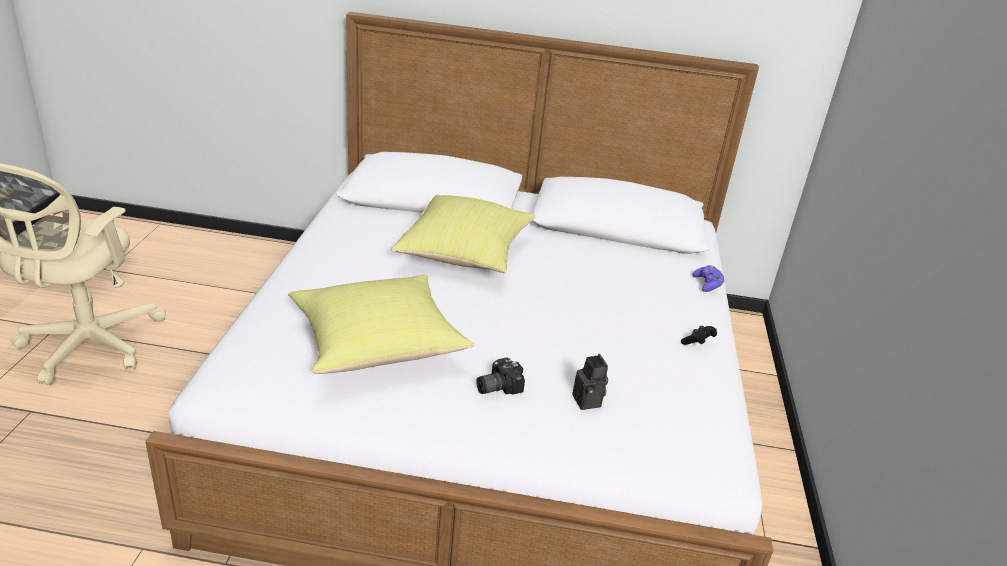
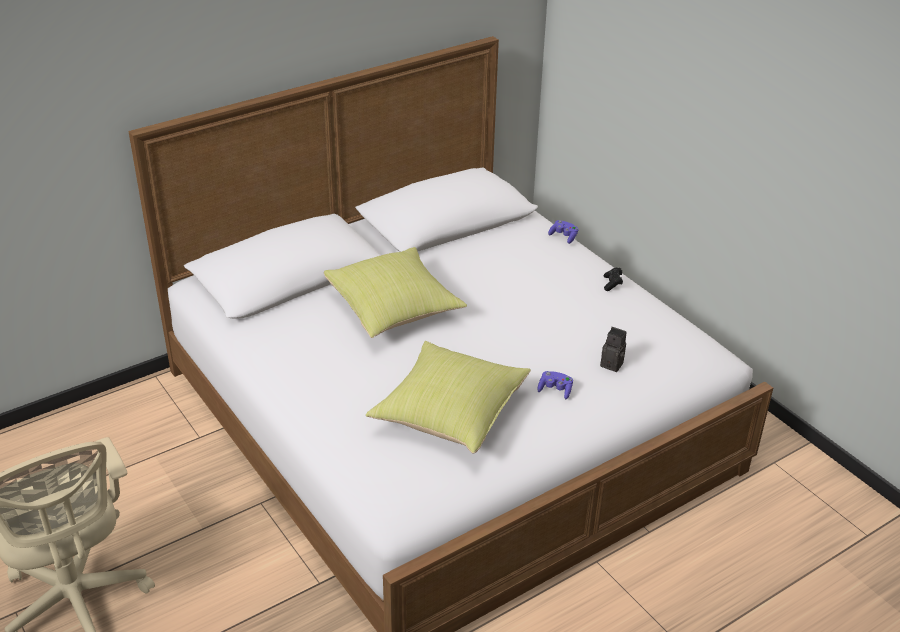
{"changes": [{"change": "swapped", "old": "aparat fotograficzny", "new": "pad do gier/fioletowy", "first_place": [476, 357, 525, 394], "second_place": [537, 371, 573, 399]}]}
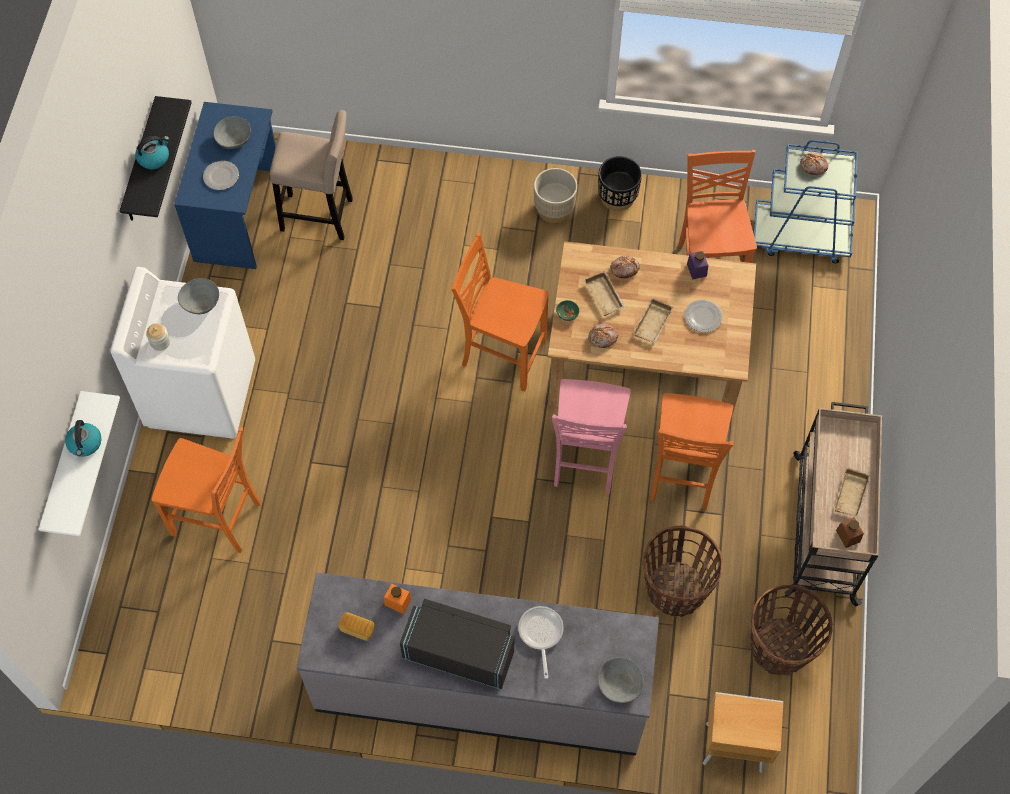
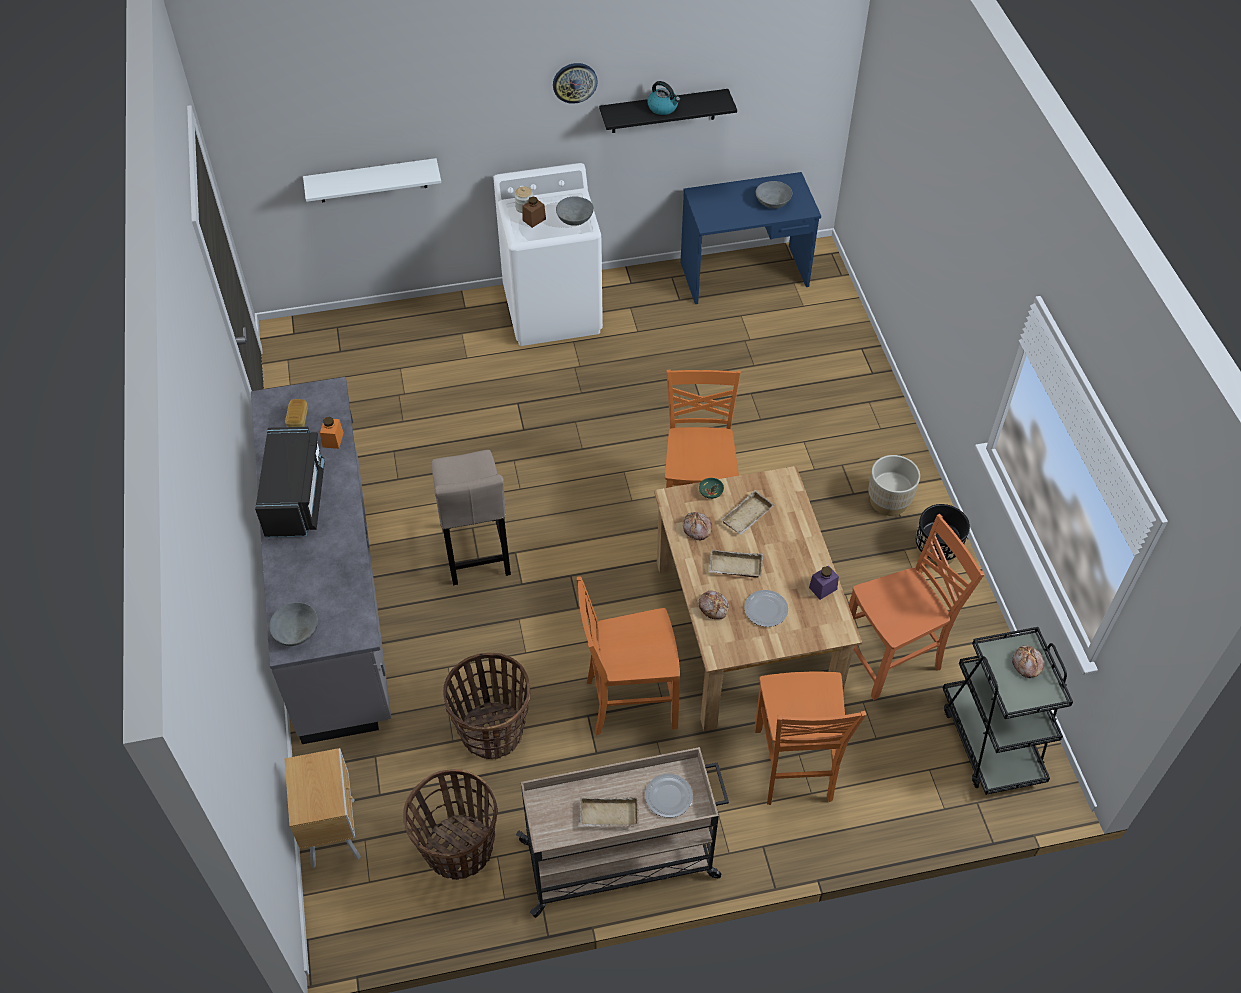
{"changes": [{"change": "shifted", "old": "stołek/beżowy", "first_place": [270, 110, 353, 240], "second_place": [432, 450, 511, 585]}, {"change": "repainted", "old": "wózek/niebieski", "new": "wózek/czarny", "first_place": [754, 140, 858, 263], "second_place": [943, 627, 1073, 795]}, {"change": "shifted", "old": "talerz", "first_place": [203, 161, 239, 190], "second_place": [645, 774, 693, 818]}, {"change": "shifted", "old": "chleb", "first_place": [610, 256, 640, 278], "second_place": [699, 591, 729, 619]}, {"change": "gone", "old": "krzesło/różowy", "first_place": [552, 379, 631, 494]}, {"change": "gone", "old": "czajnik", "first_place": [65, 420, 101, 457]}, {"change": "shifted", "old": "krzesło/pomarańczowy", "first_place": [152, 427, 261, 553], "second_place": [755, 672, 866, 805]}, {"change": "shifted", "old": "słoik/brązowy", "first_place": [836, 517, 864, 548], "second_place": [522, 197, 546, 228]}, {"change": "gone", "old": "patelnia", "first_place": [518, 606, 563, 679]}, {"change": "new", "new": "zegar ścienny", "second_place": [553, 63, 598, 104]}]}
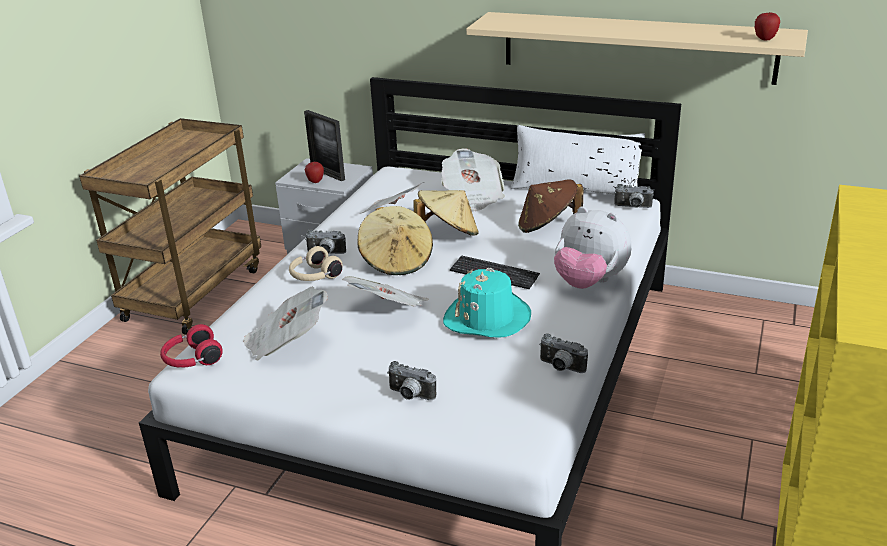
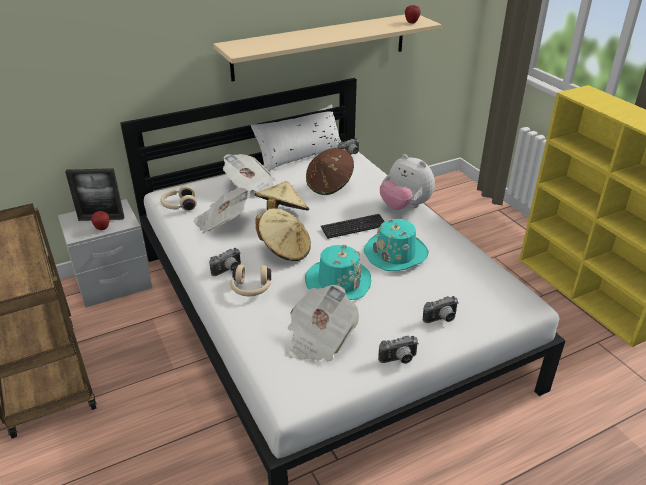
{"changes": [{"change": "rotated", "old": "pluszak", "first_place": [554, 206, 631, 289], "second_place": [380, 154, 435, 210], "degrees": 60}, {"change": "swapped", "old": "gazeta", "new": "kapelusz/turkusowy", "first_place": [342, 276, 429, 307], "second_place": [305, 244, 371, 300]}, {"change": "gone", "old": "słuchawki/czerwony", "first_place": [160, 324, 223, 368]}, {"change": "shifted", "old": "aparat fotograficzny", "first_place": [539, 333, 588, 373], "second_place": [378, 336, 419, 364]}, {"change": "new", "new": "słuchawki/beżowy", "second_place": [160, 185, 197, 211]}]}
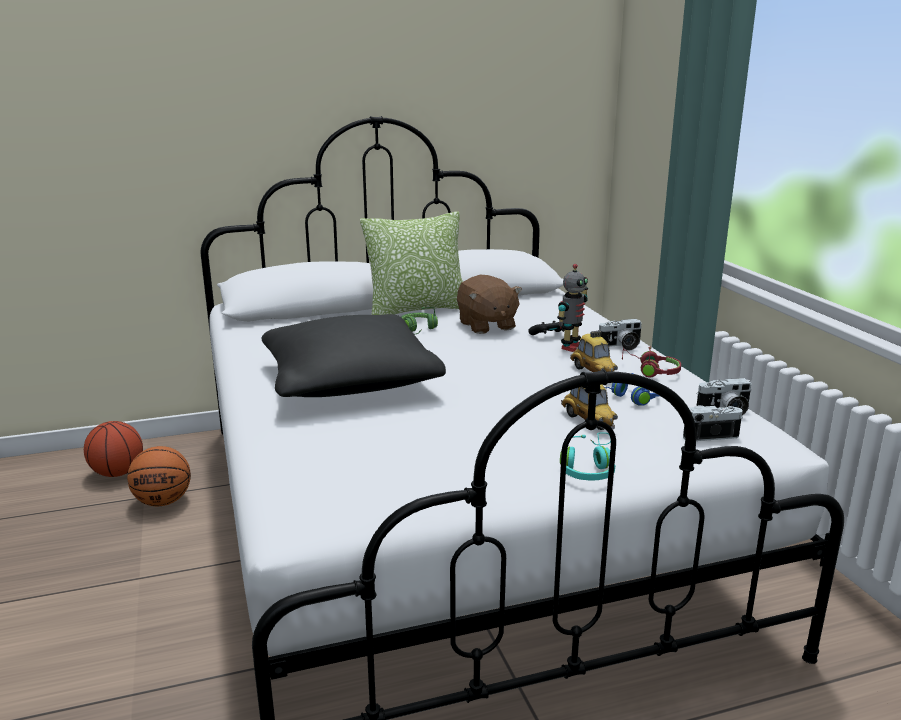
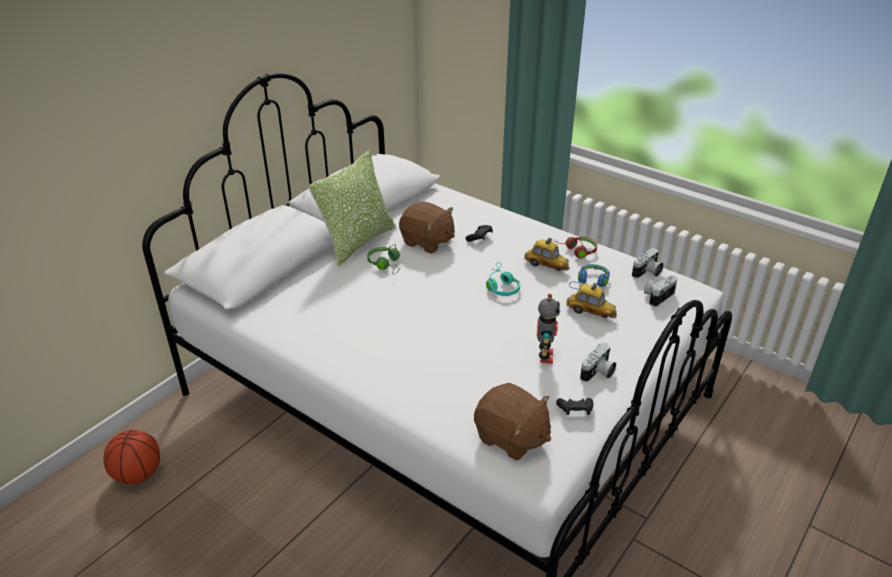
{"changes": [{"change": "shifted", "old": "robot zabawkowy", "first_place": [557, 264, 588, 352], "second_place": [537, 294, 560, 364]}, {"change": "gone", "old": "poduszka/czarny", "first_place": [261, 314, 446, 397]}, {"change": "shifted", "old": "aparat fotograficzny", "first_place": [599, 319, 642, 350], "second_place": [580, 343, 616, 382]}, {"change": "shifted", "old": "słuchawki/turkusowy", "first_place": [560, 433, 615, 480], "second_place": [486, 262, 520, 296]}, {"change": "gone", "old": "piłka do koszykówki", "first_place": [127, 446, 191, 506]}, {"change": "new", "new": "pluszak/brązowy", "second_place": [474, 383, 551, 460]}, {"change": "new", "new": "pad do gier/czarny", "second_place": [556, 398, 594, 415]}]}
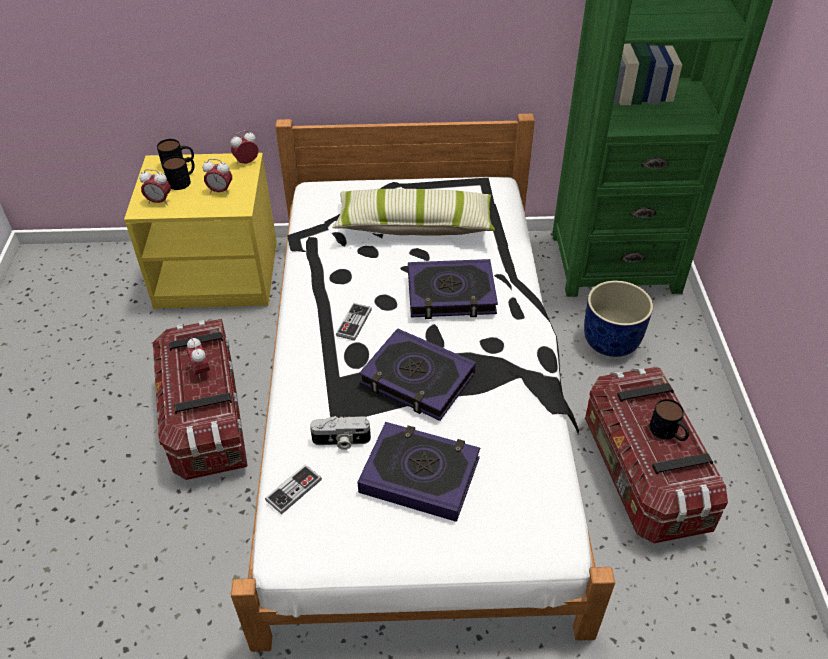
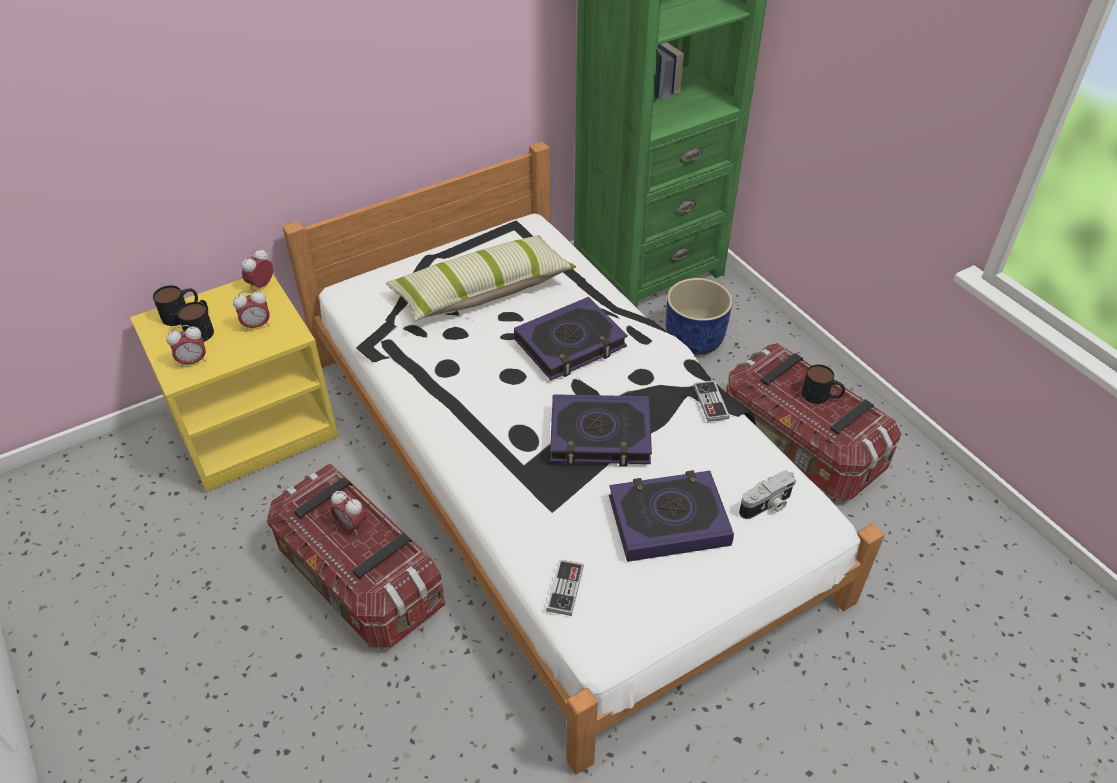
{"changes": [{"change": "shifted", "old": "pad do gier", "first_place": [336, 303, 372, 341], "second_place": [694, 380, 729, 422]}, {"change": "shifted", "old": "aparat fotograficzny", "first_place": [310, 416, 371, 450], "second_place": [739, 471, 796, 519]}]}
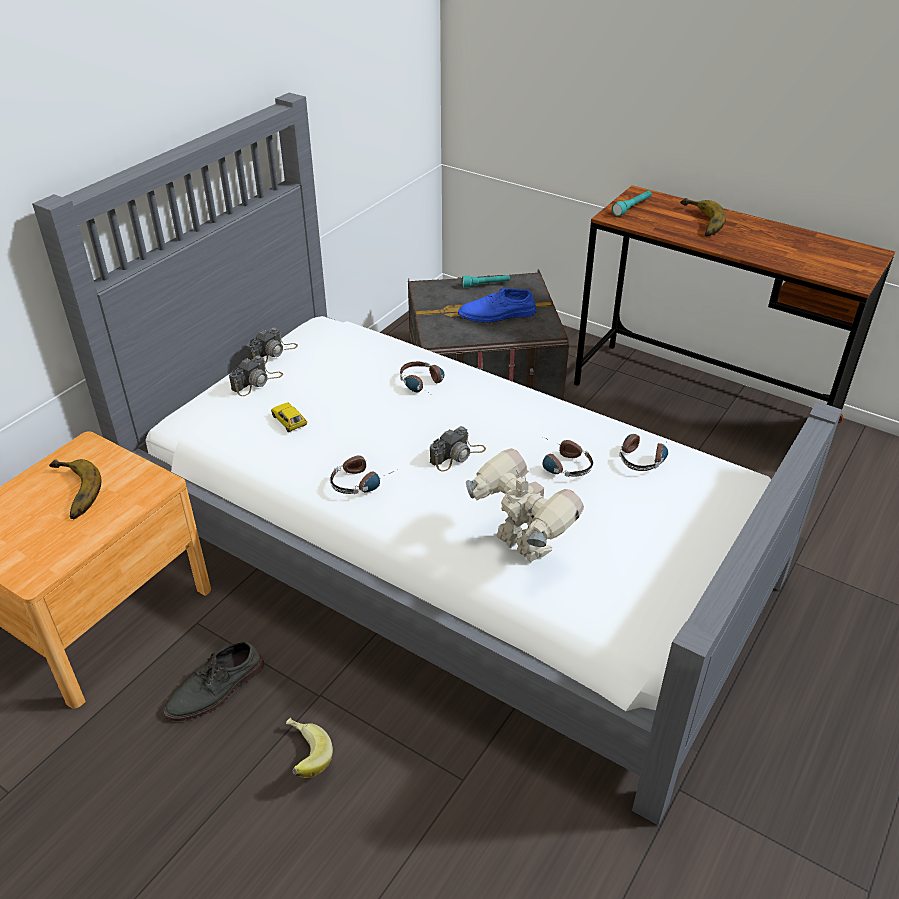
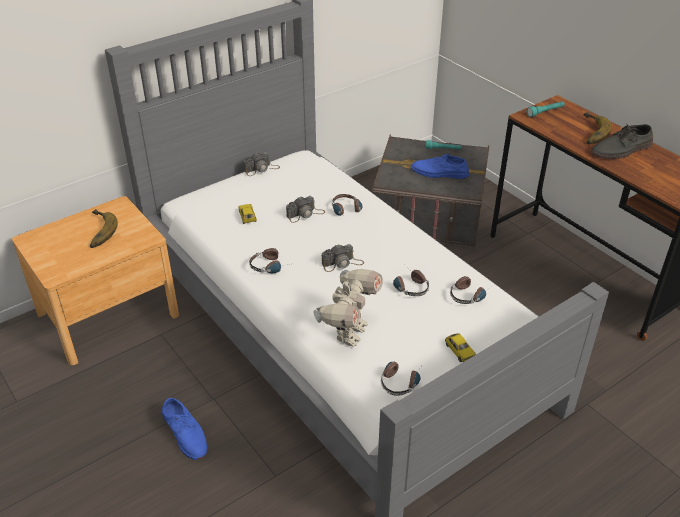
{"changes": [{"change": "shifted", "old": "aparat fotograficzny", "first_place": [229, 355, 283, 396], "second_place": [286, 196, 325, 223]}, {"change": "rotated", "old": "robot zabawkowy", "first_place": [466, 448, 584, 562], "second_place": [313, 269, 383, 347], "degrees": 45}, {"change": "shifted", "old": "but/szary", "first_place": [164, 642, 264, 721], "second_place": [591, 124, 653, 159]}, {"change": "swapped", "old": "banan", "new": "but/niebieski", "first_place": [286, 718, 333, 778], "second_place": [161, 398, 207, 460]}, {"change": "new", "new": "samochodzik", "second_place": [445, 333, 476, 362]}, {"change": "new", "new": "słuchawki", "second_place": [381, 362, 421, 396]}]}
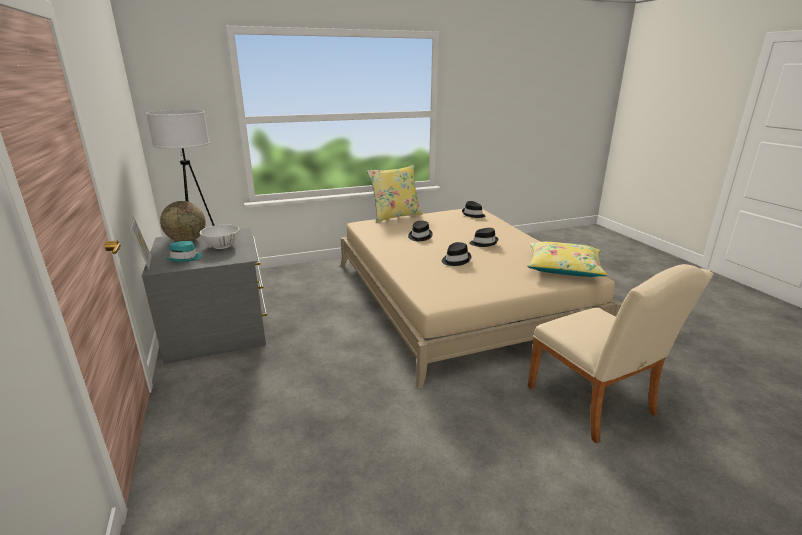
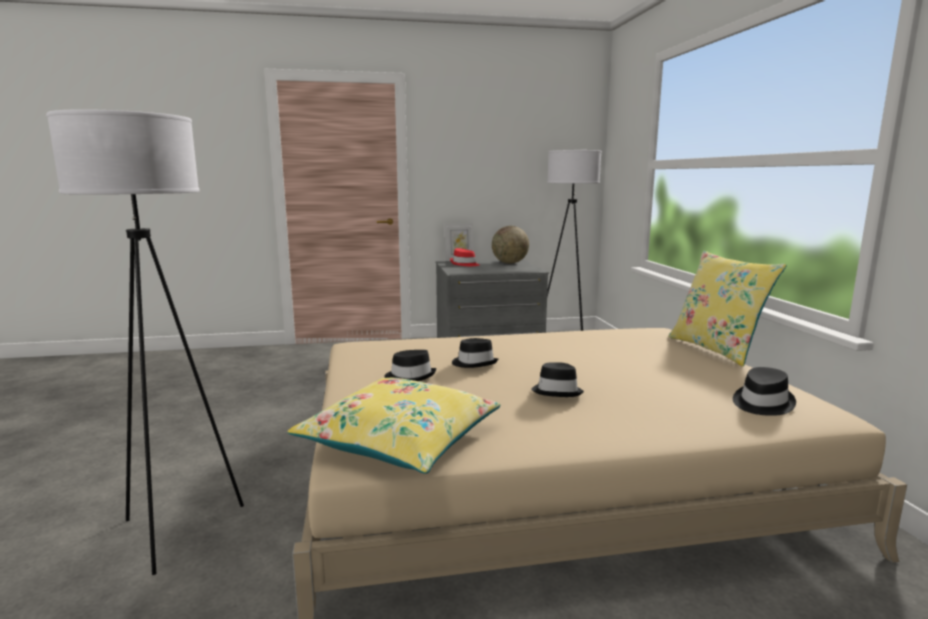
{"changes": [{"change": "shifted", "old": "kapelusz/czarny", "first_place": [408, 221, 433, 241], "second_place": [384, 350, 436, 381]}, {"change": "gone", "old": "miska/biały", "first_place": [200, 225, 239, 249]}, {"change": "repainted", "old": "kapelusz/turkusowy", "new": "kapelusz/czerwony", "first_place": [166, 241, 202, 262], "second_place": [450, 248, 479, 266]}, {"change": "swapped", "old": "krzesło/beżowy", "new": "lampa stojąca/biały", "first_place": [528, 264, 713, 444], "second_place": [46, 110, 244, 575]}]}
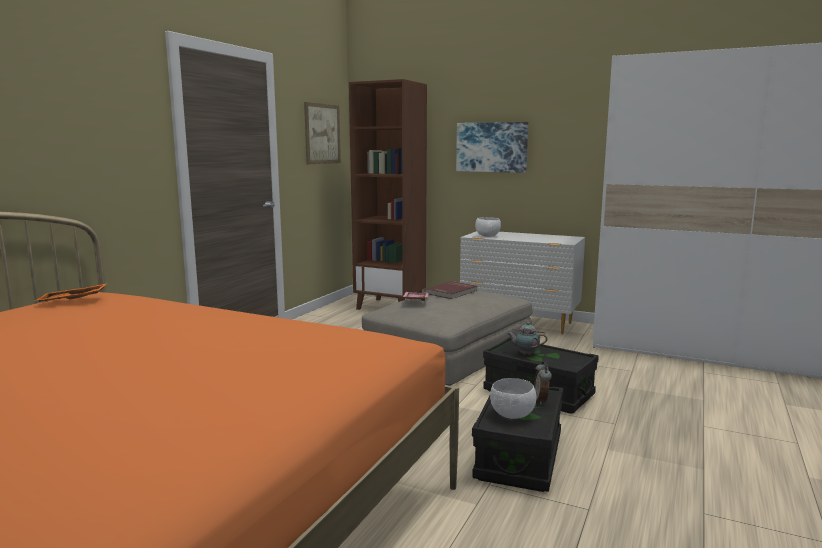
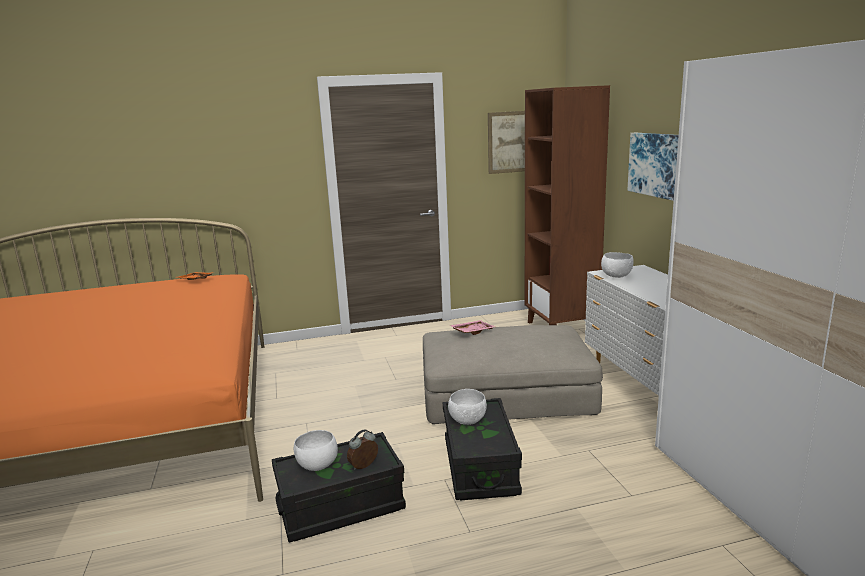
{"changes": [{"change": "gone", "old": "książka/czerwony", "first_place": [425, 281, 477, 299]}, {"change": "swapped", "old": "imbryk", "new": "miska/biały", "first_place": [507, 322, 547, 355], "second_place": [448, 389, 487, 425]}]}
